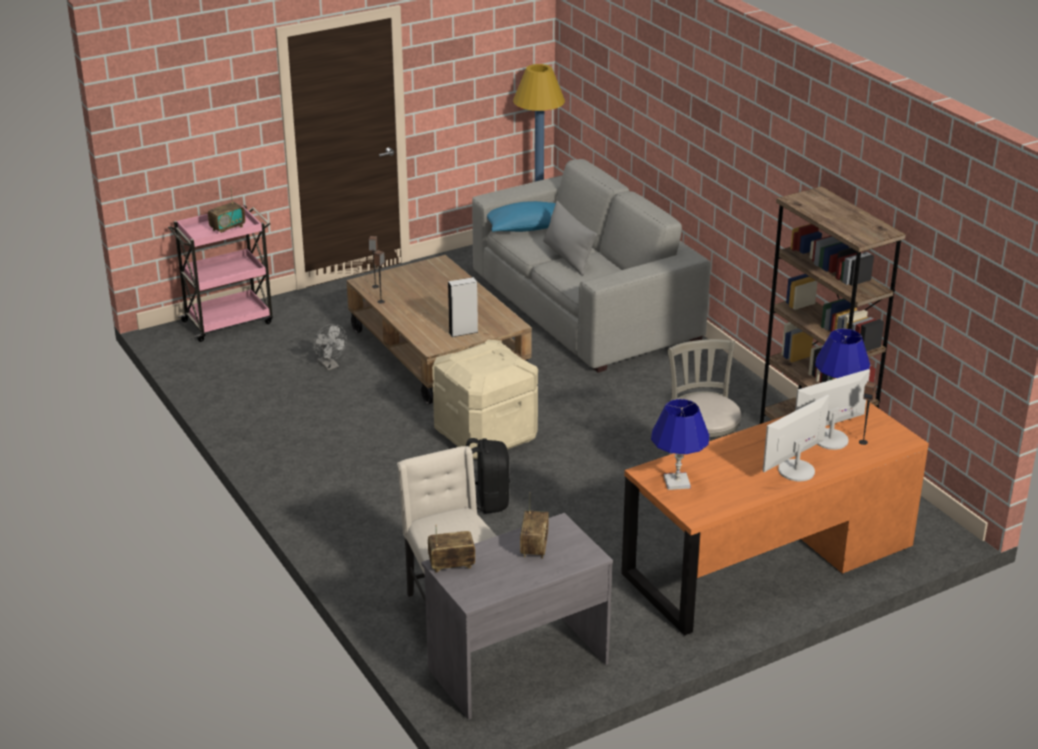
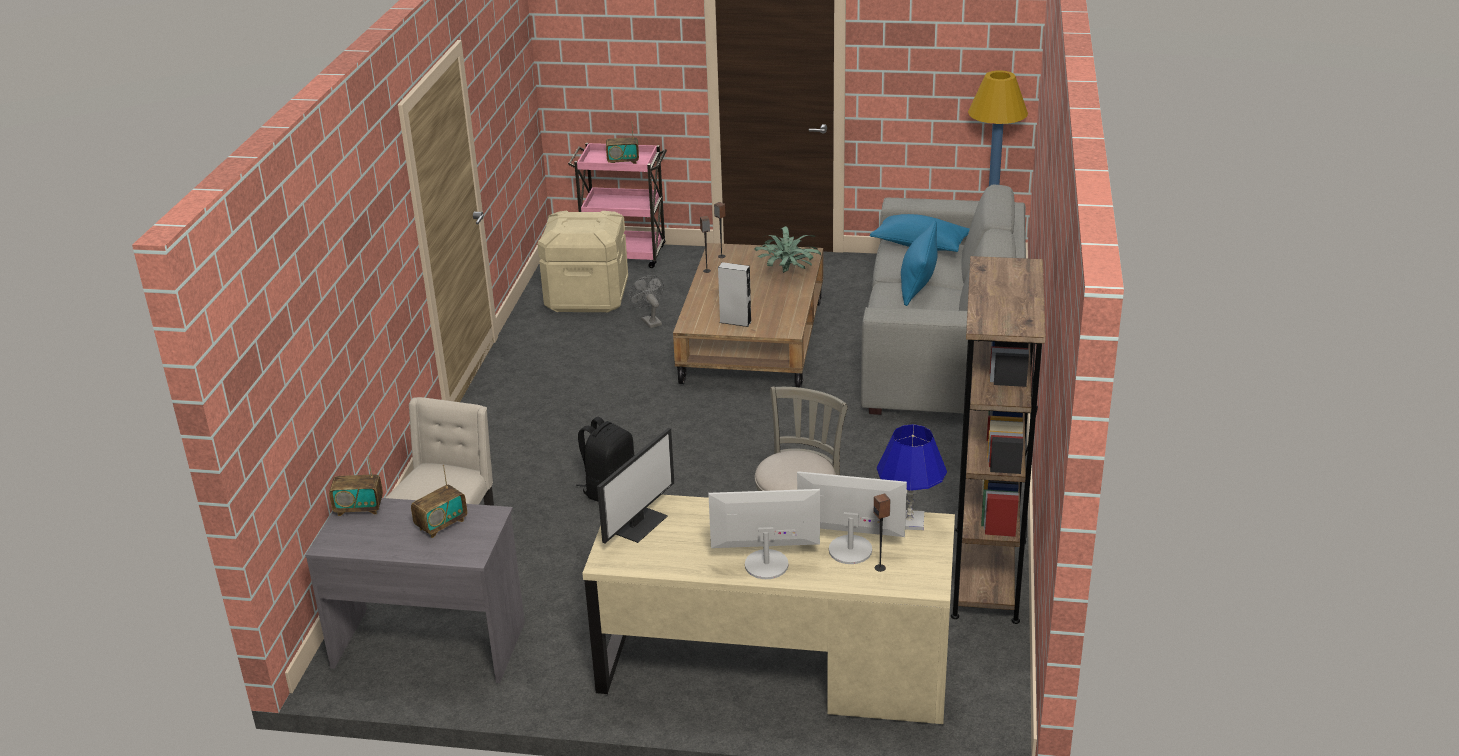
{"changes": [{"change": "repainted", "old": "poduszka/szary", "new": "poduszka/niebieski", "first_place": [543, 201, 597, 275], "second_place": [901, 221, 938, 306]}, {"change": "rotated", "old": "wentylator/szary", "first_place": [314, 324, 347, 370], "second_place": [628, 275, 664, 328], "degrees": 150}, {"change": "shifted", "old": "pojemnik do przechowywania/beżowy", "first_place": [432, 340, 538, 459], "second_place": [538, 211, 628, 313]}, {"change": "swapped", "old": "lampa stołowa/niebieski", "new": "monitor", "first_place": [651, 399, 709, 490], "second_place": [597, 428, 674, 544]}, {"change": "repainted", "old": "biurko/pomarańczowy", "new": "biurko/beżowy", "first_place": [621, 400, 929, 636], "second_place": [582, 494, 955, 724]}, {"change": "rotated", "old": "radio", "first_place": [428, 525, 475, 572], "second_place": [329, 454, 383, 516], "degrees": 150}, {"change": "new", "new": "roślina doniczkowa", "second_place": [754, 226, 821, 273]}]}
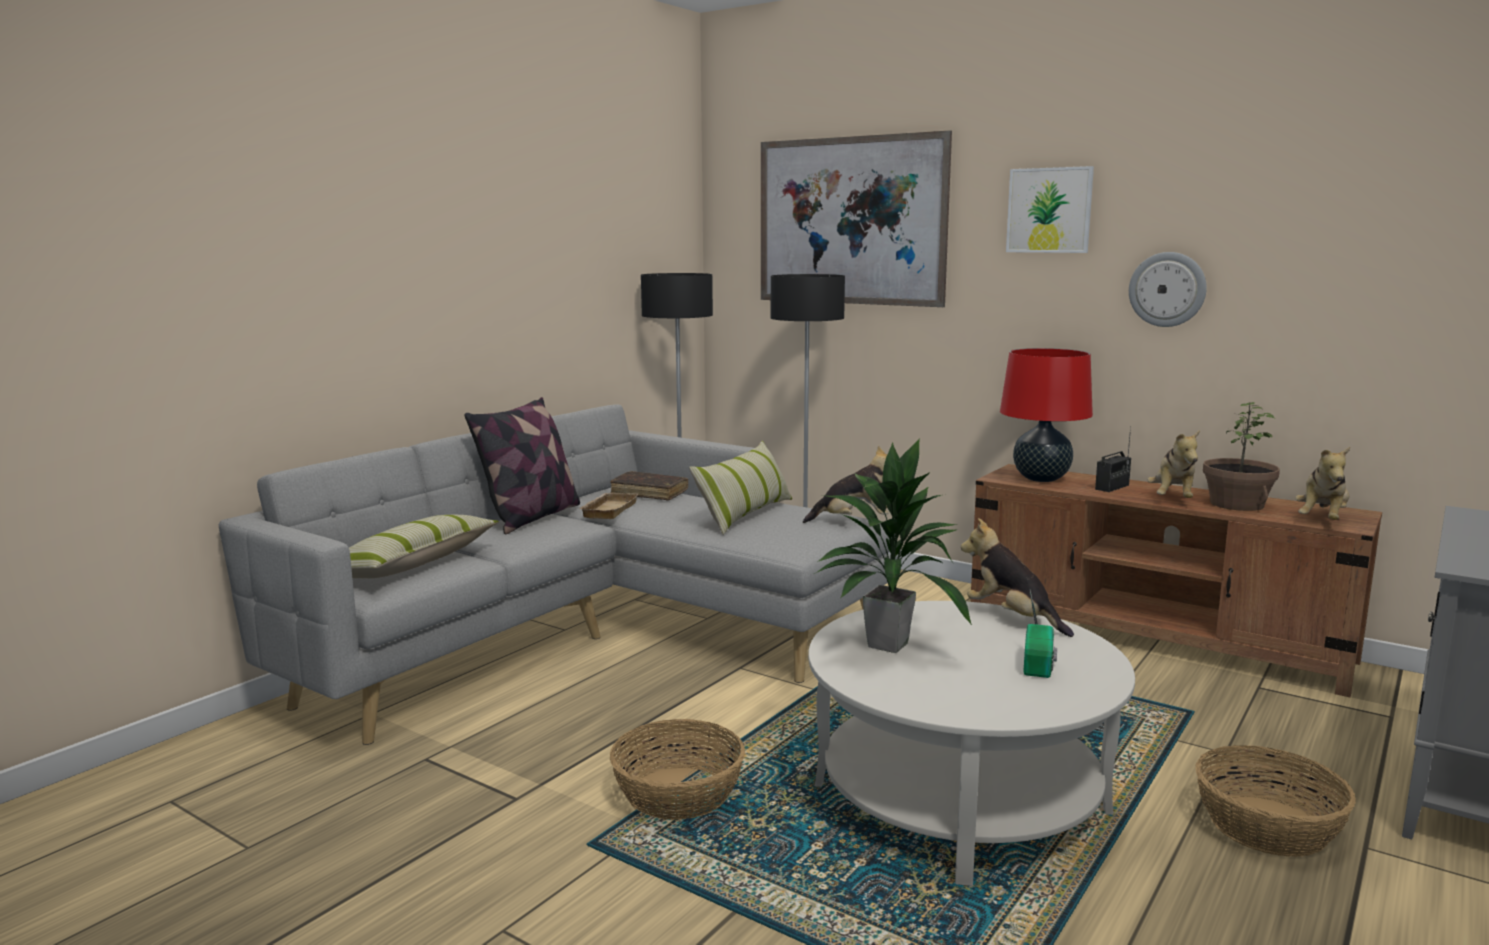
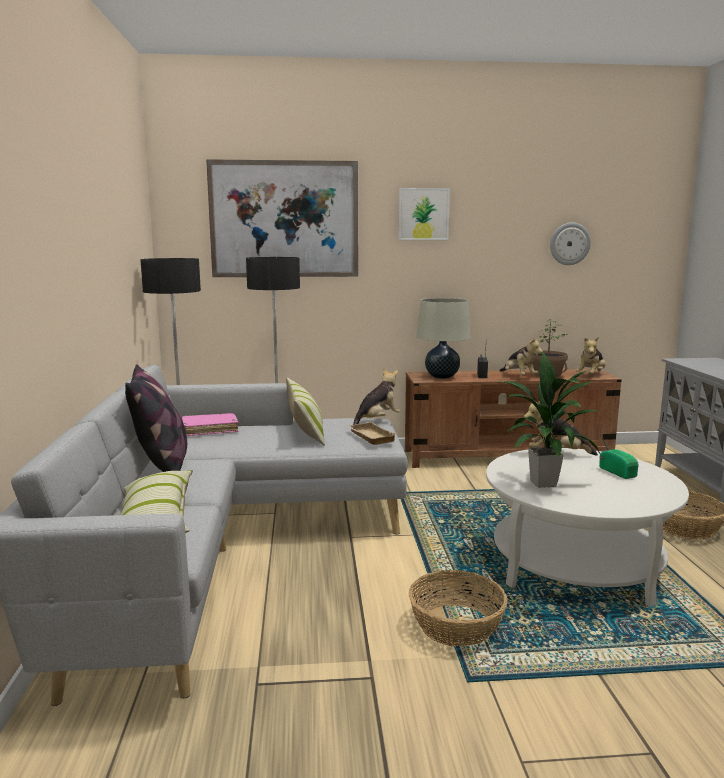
{"changes": [{"change": "shifted", "old": "zegar ścienny", "first_place": [1129, 252, 1207, 327], "second_place": [550, 222, 591, 265]}, {"change": "repainted", "old": "lampa stołowa/czerwony", "new": "lampa stołowa/beżowy", "first_place": [1000, 348, 1093, 482], "second_place": [416, 298, 471, 379]}, {"change": "rotated", "old": "pluszak", "first_place": [1295, 447, 1350, 520], "second_place": [576, 337, 606, 374], "degrees": 45}, {"change": "repainted", "old": "książka/brązowy", "new": "książka/różowy", "first_place": [610, 471, 688, 501], "second_place": [182, 413, 238, 436]}, {"change": "shifted", "old": "taca/beżowy", "first_place": [579, 493, 638, 519], "second_place": [347, 422, 396, 445]}]}
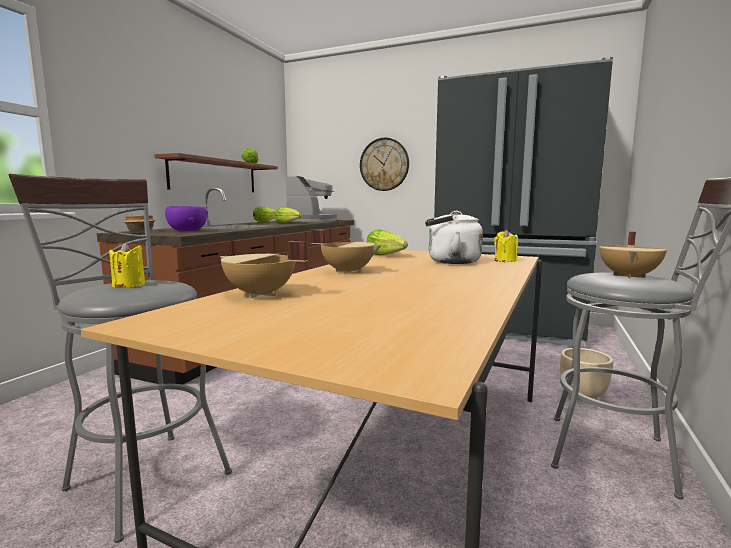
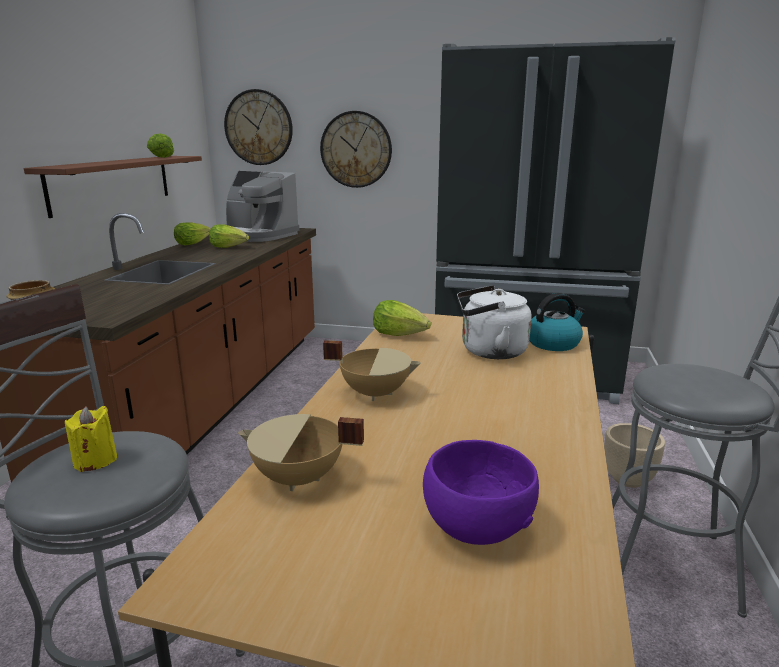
{"changes": [{"change": "rotated", "old": "ekspres do kawy", "first_place": [286, 176, 337, 222], "second_place": [226, 171, 300, 242], "degrees": 120}, {"change": "shifted", "old": "miska/fioletowy", "first_place": [165, 206, 208, 231], "second_place": [423, 440, 539, 545]}, {"change": "swapped", "old": "świeca/żółty", "new": "czajnik", "first_place": [494, 230, 518, 262], "second_place": [530, 293, 585, 351]}, {"change": "gone", "old": "garnek/beżowy", "first_place": [599, 231, 667, 279]}, {"change": "new", "new": "zegar ścienny", "second_place": [224, 89, 293, 165]}]}
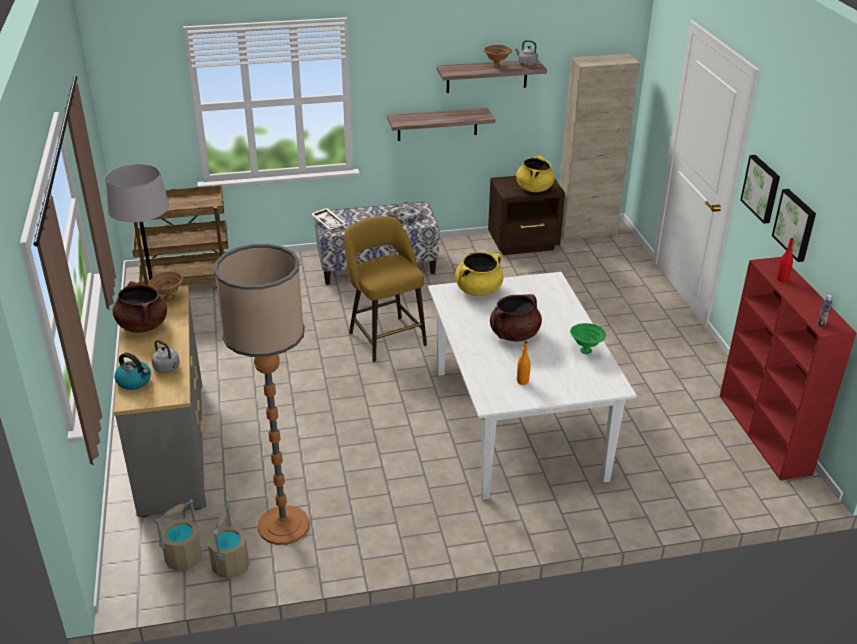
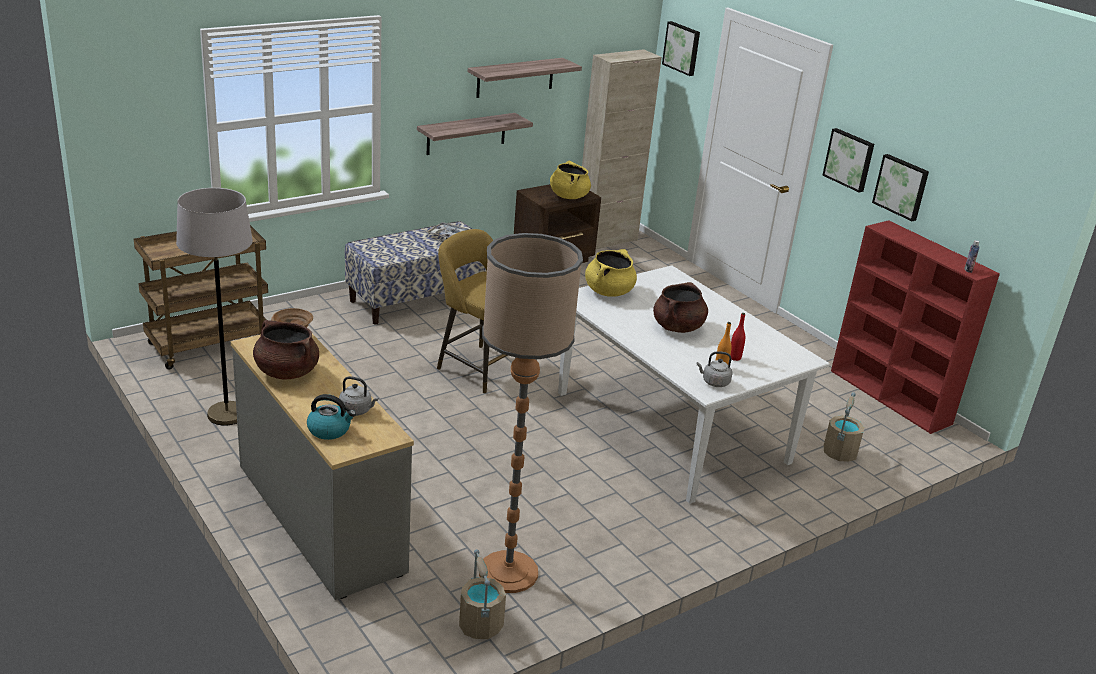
{"changes": [{"change": "shifted", "old": "czajnik/szary", "first_place": [515, 40, 538, 66], "second_place": [697, 351, 733, 387]}, {"change": "gone", "old": "miska/brązowy", "first_place": [483, 45, 512, 68]}, {"change": "gone", "old": "taca/biały", "first_place": [311, 208, 346, 230]}, {"change": "shifted", "old": "butelka/czerwony", "first_place": [776, 238, 794, 282], "second_place": [731, 313, 745, 361]}, {"change": "gone", "old": "miska/zielony", "first_place": [570, 323, 606, 354]}, {"change": "shifted", "old": "wiadro/beżowy", "first_place": [154, 499, 202, 571], "second_place": [823, 392, 864, 462]}, {"change": "new", "new": "obraz", "second_place": [662, 21, 700, 76]}]}
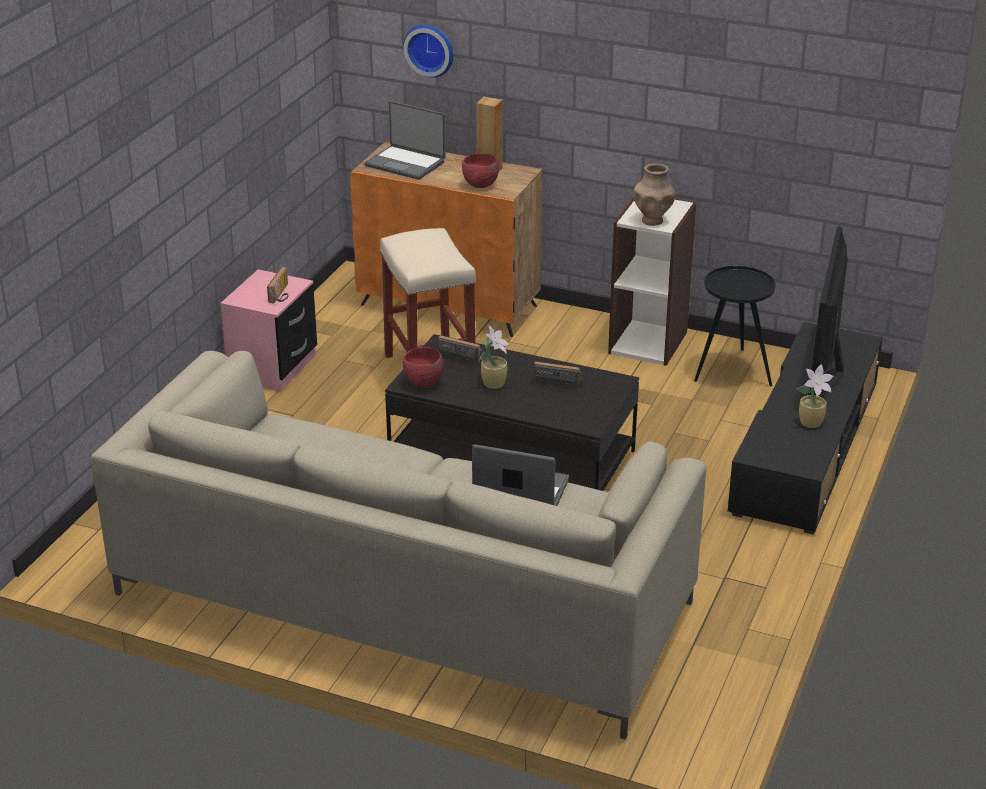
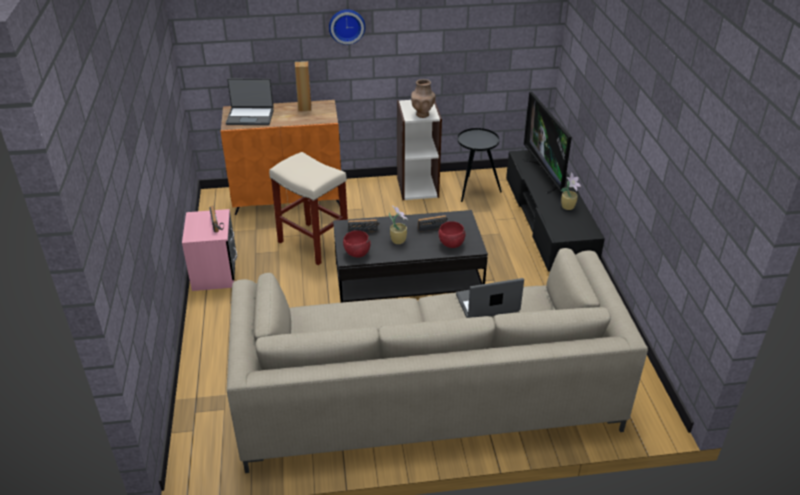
{"changes": [{"change": "shifted", "old": "zegar ścienny", "first_place": [403, 25, 454, 78], "second_place": [329, 9, 365, 45]}, {"change": "shifted", "old": "miska/czerwony", "first_place": [462, 153, 499, 188], "second_place": [438, 221, 465, 248]}]}
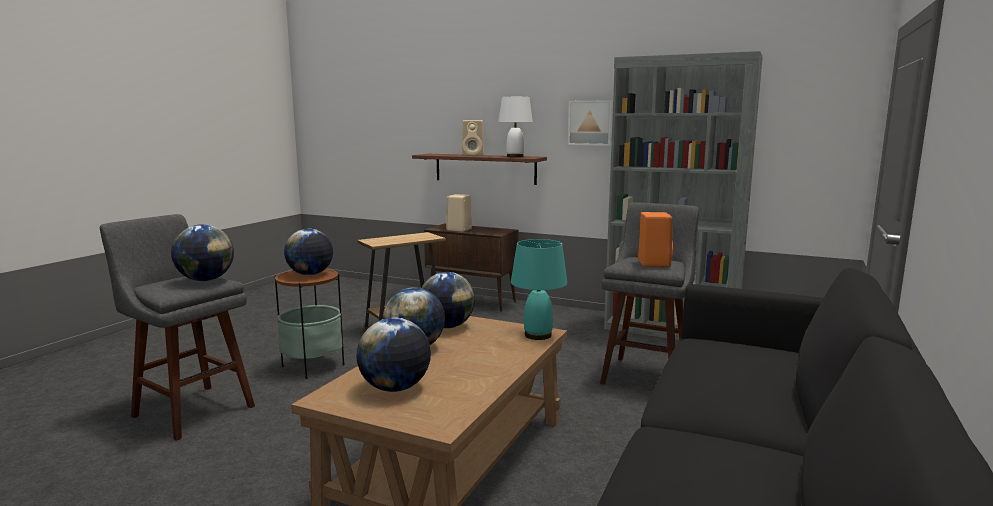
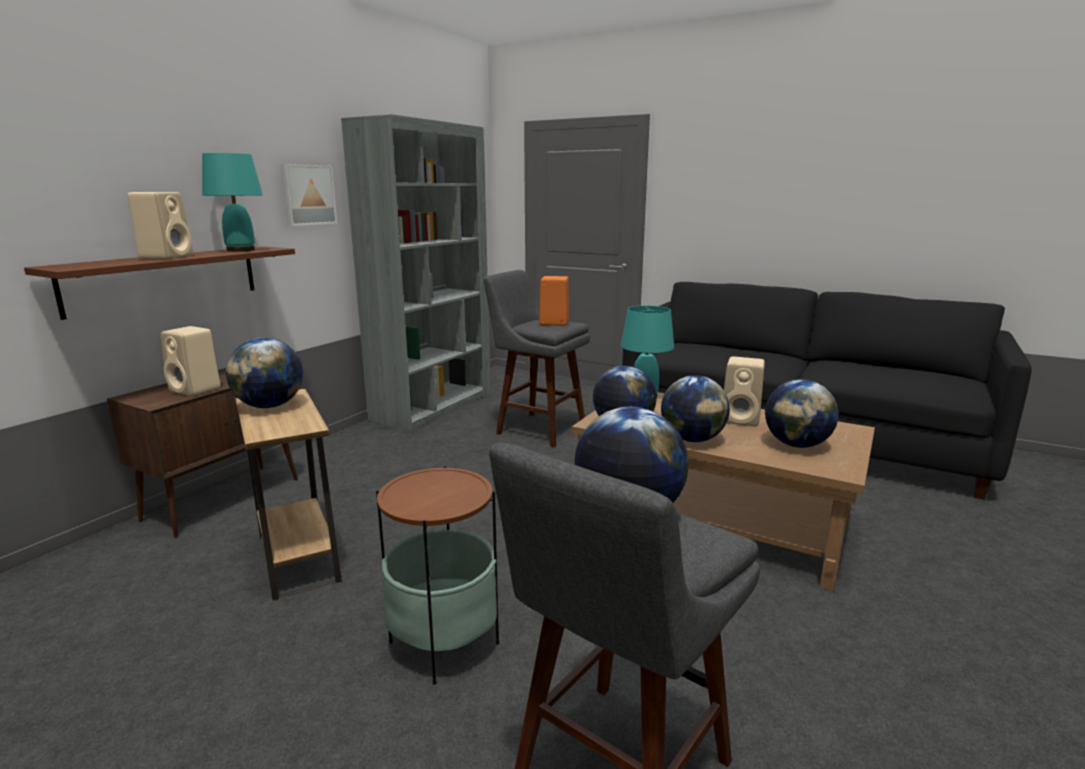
{"changes": [{"change": "repainted", "old": "lampa stołowa/biały", "new": "lampa stołowa/turkusowy", "first_place": [498, 97, 533, 157], "second_place": [202, 153, 263, 252]}, {"change": "shifted", "old": "globus", "first_place": [284, 228, 333, 275], "second_place": [226, 338, 303, 408]}, {"change": "new", "new": "głośnik/beżowy", "second_place": [724, 356, 765, 426]}]}
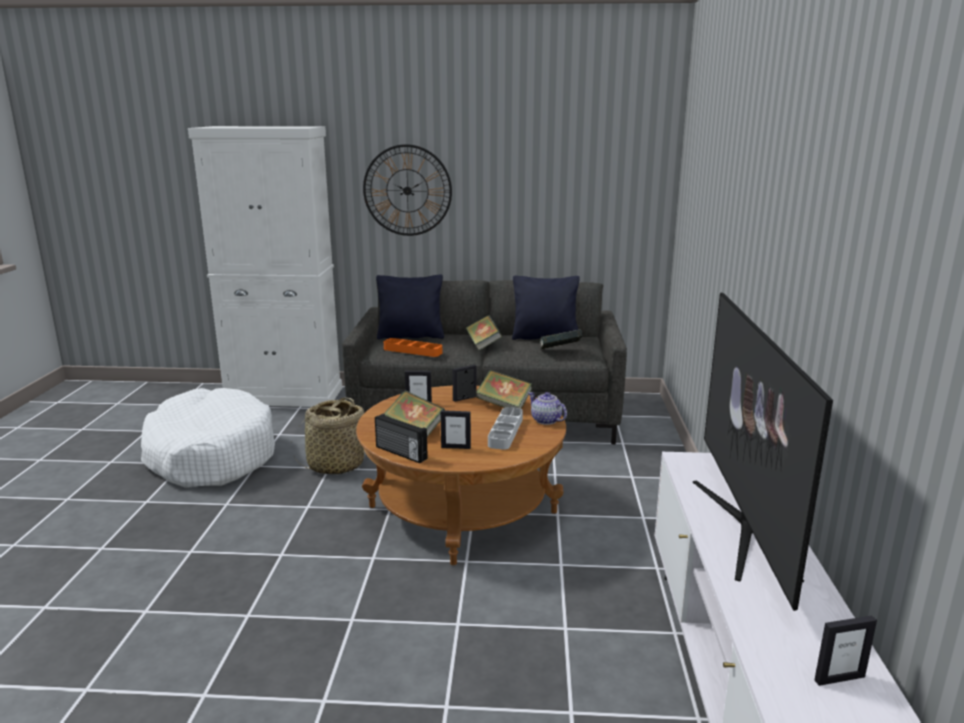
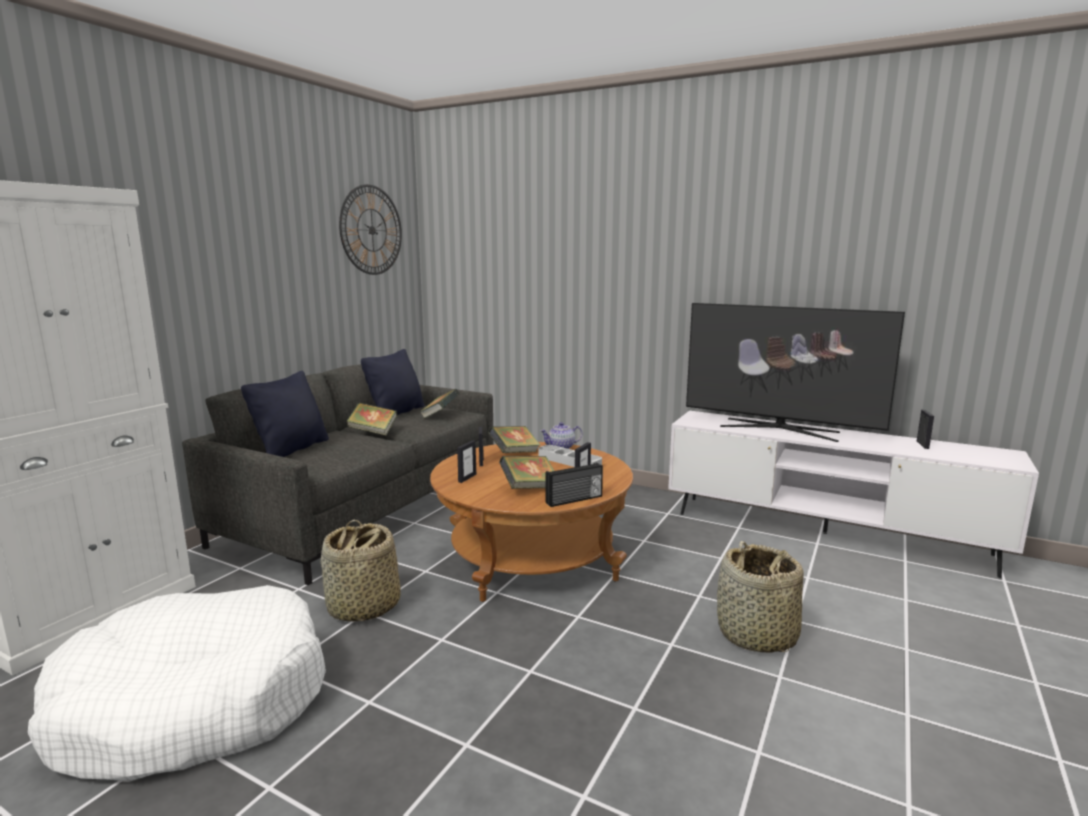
{"changes": [{"change": "shifted", "old": "zegar ścienny", "first_place": [363, 144, 452, 236], "second_place": [339, 184, 402, 275]}, {"change": "gone", "old": "taca/pomarańczowy", "first_place": [384, 338, 442, 357]}, {"change": "new", "new": "koszyk", "second_place": [717, 541, 803, 653]}]}
